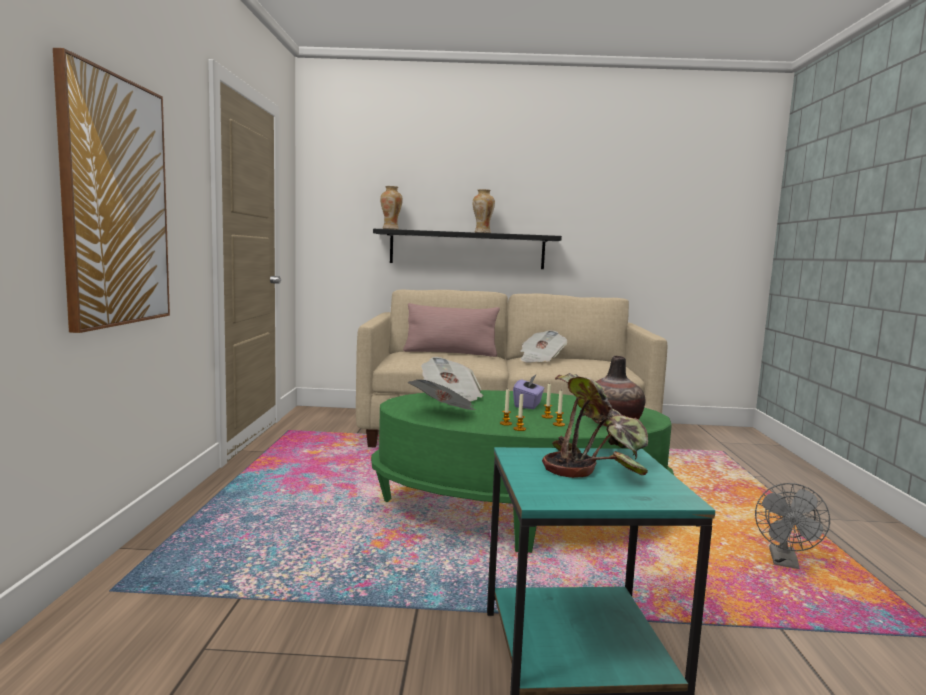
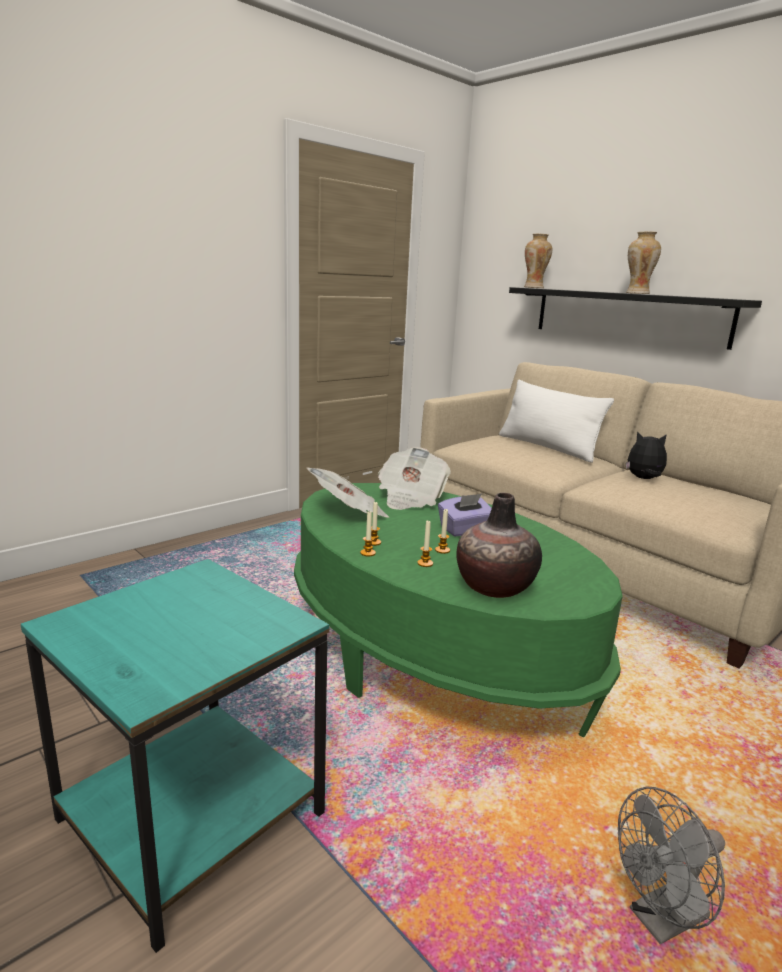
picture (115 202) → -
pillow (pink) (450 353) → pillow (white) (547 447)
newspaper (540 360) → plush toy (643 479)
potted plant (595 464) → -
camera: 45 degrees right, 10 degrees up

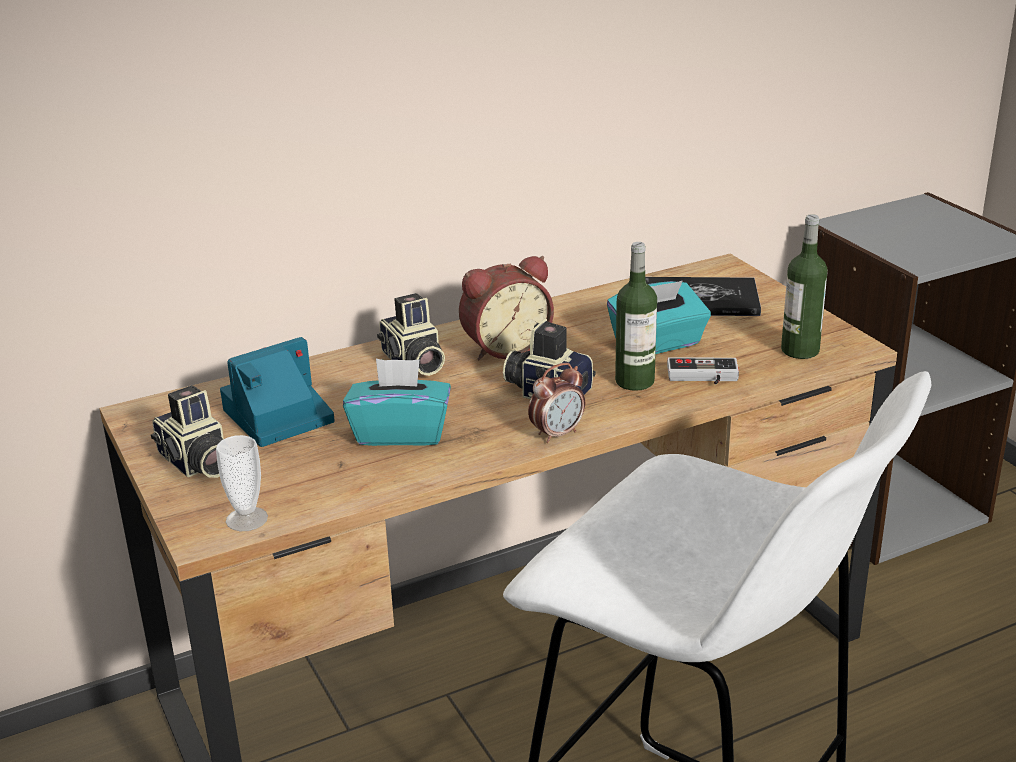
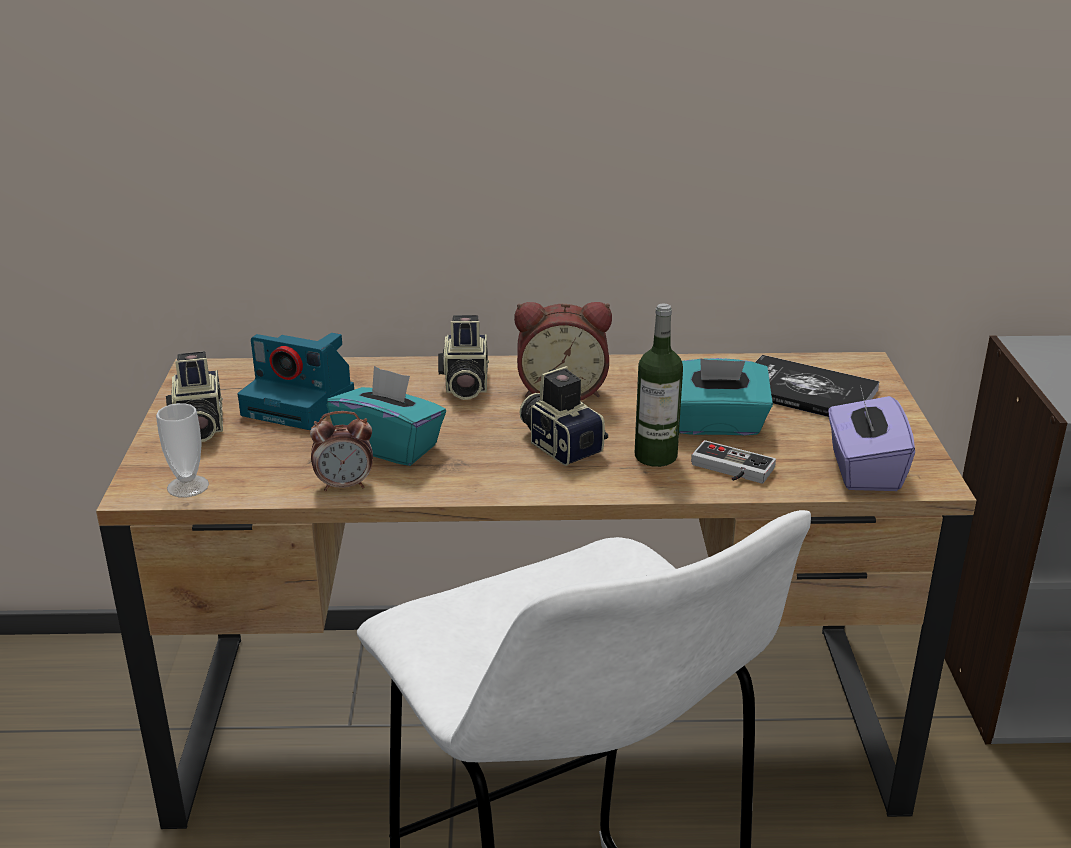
bottle (800 350) → tissue box (purple) (863 470)
photo camera (276 417) → photo camera (301 403), 150 degrees counterclockwise
alarm clock (557 434) → alarm clock (345 485), moved
camera: 25 degrees right, 0 degrees up

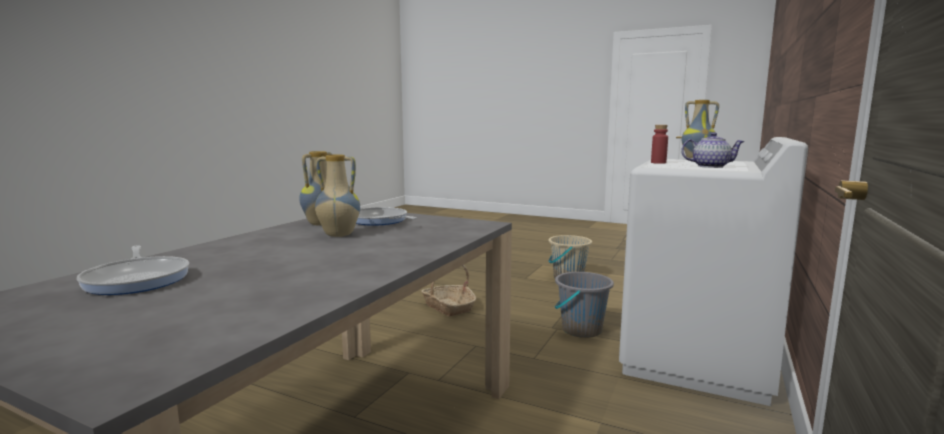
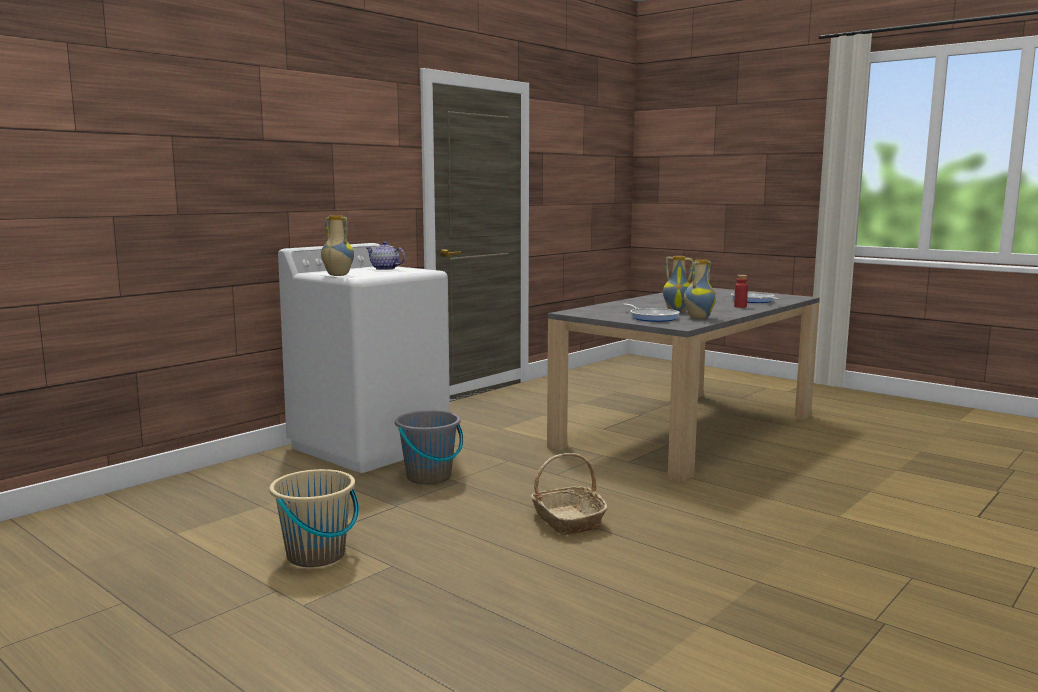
bottle (red) (658 163) → bottle (red) (740 306), moved
camera: 165 degrees left, 0 degrees up

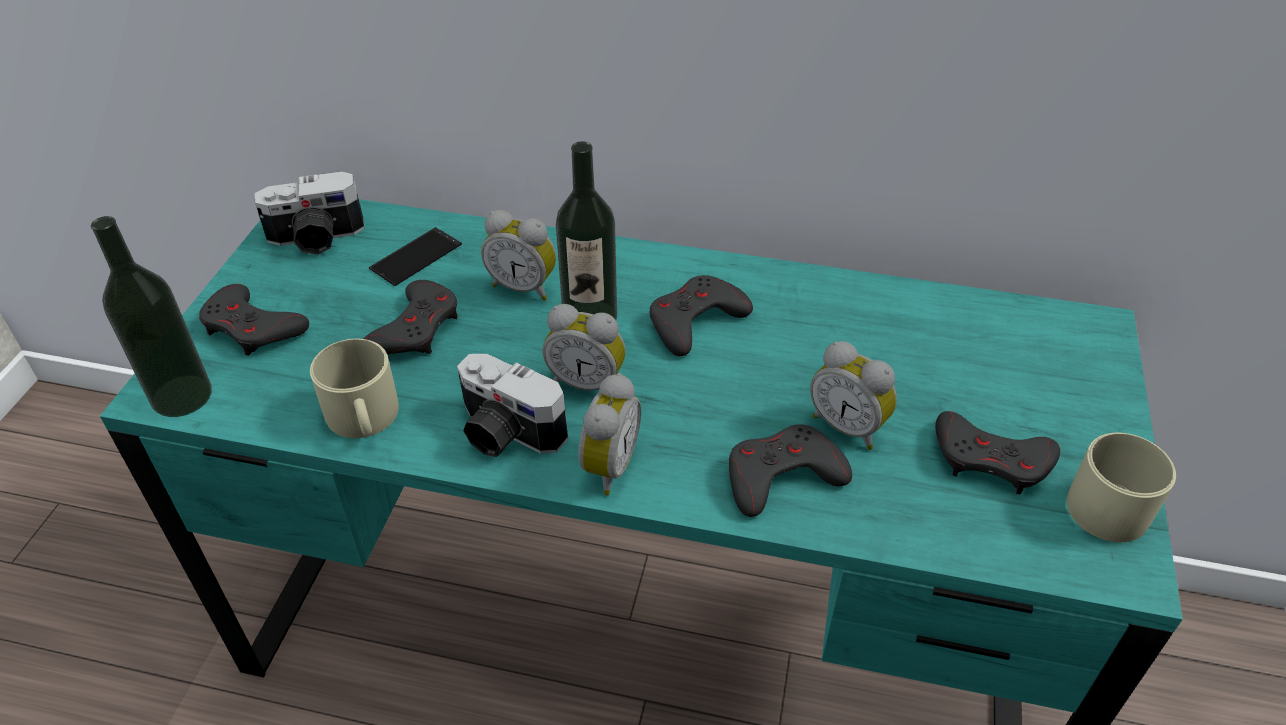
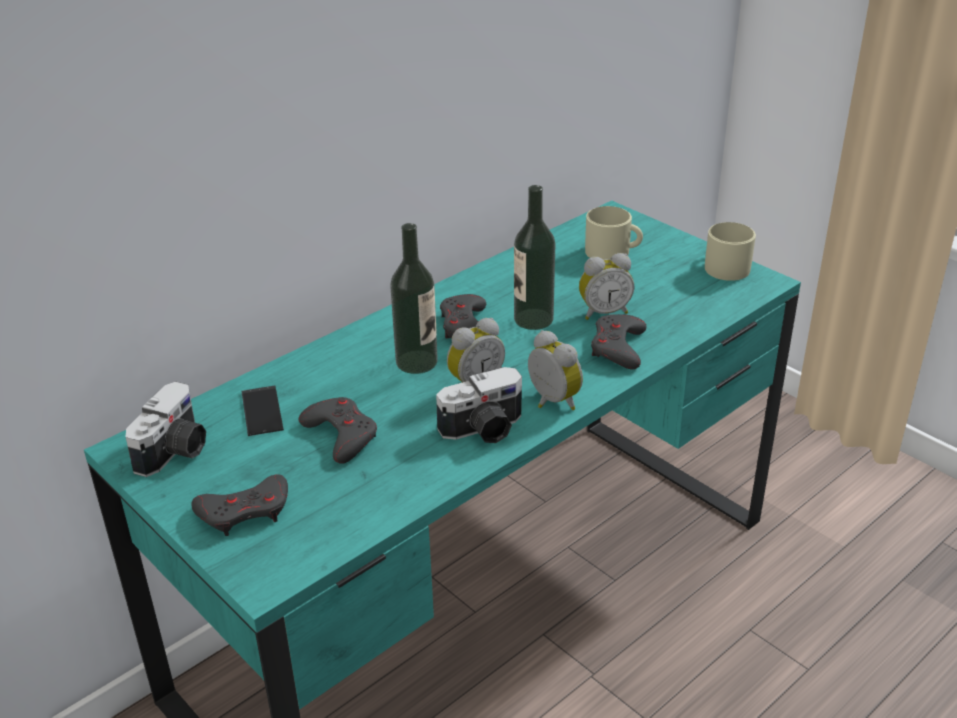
alarm clock (524 286) → -
bottle (181 396) → bottle (533 319), moved
mug (beige) (364 418) → mug (beige) (613 252), moved
game controller (grey) (991 459) → -
camera: 55 degrees left, 10 degrees down

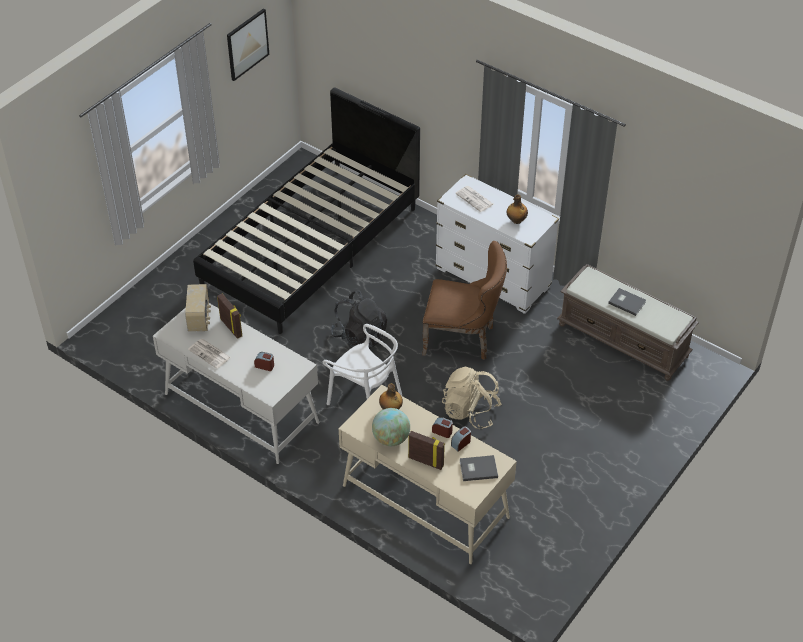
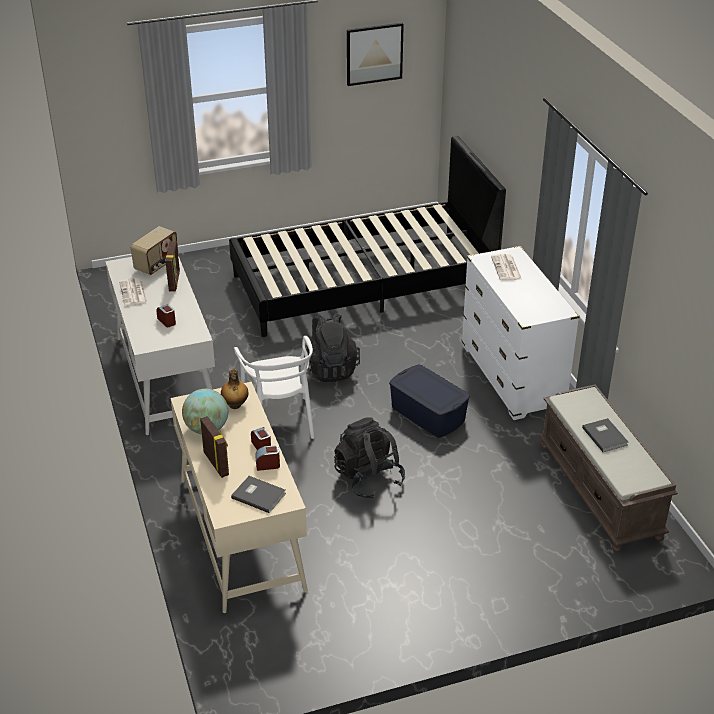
bottle (516 220) → -
chair (brown) (463 339) → storage box (blue) (428 414)
backpack (beige) (470 411) → backpack (black) (368 478)
camera: 35 degrees right, 10 degrees down

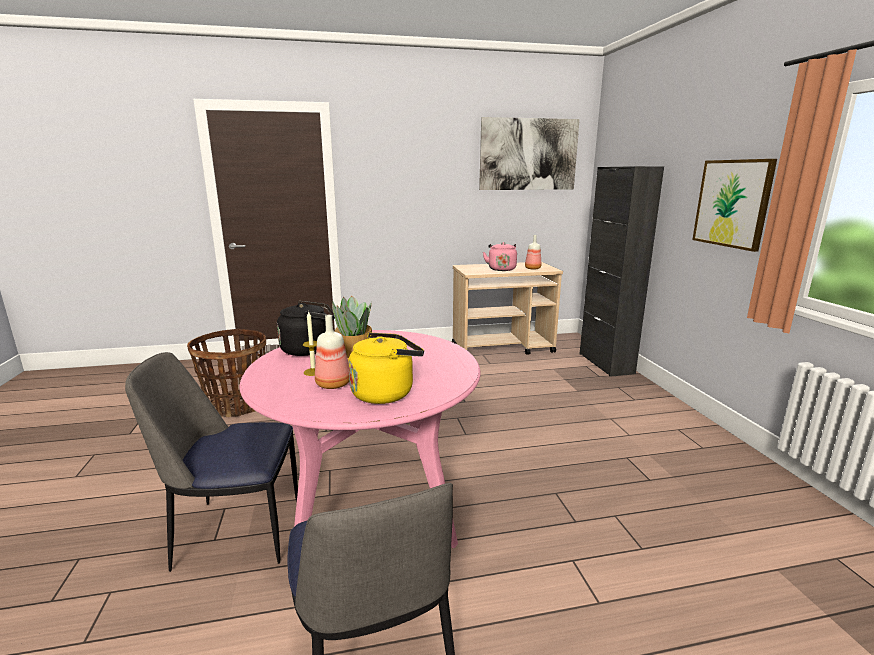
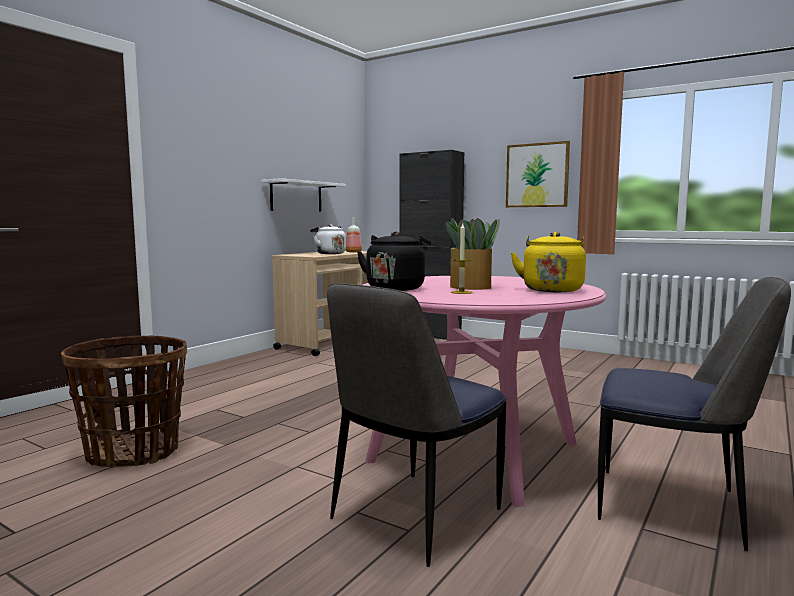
picture (528 154) → -
kettle (pink) (501 269) → kettle (white) (329 253)
bottle (334 384) → -
- → shelf (white) (296 196)
camera: 45 degrees left, 10 degrees down

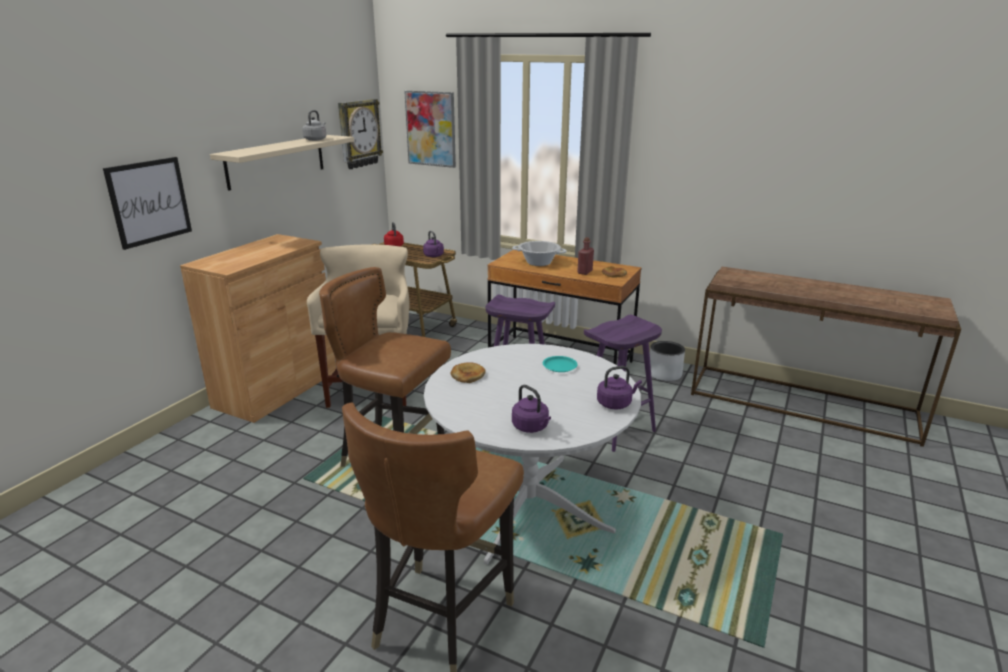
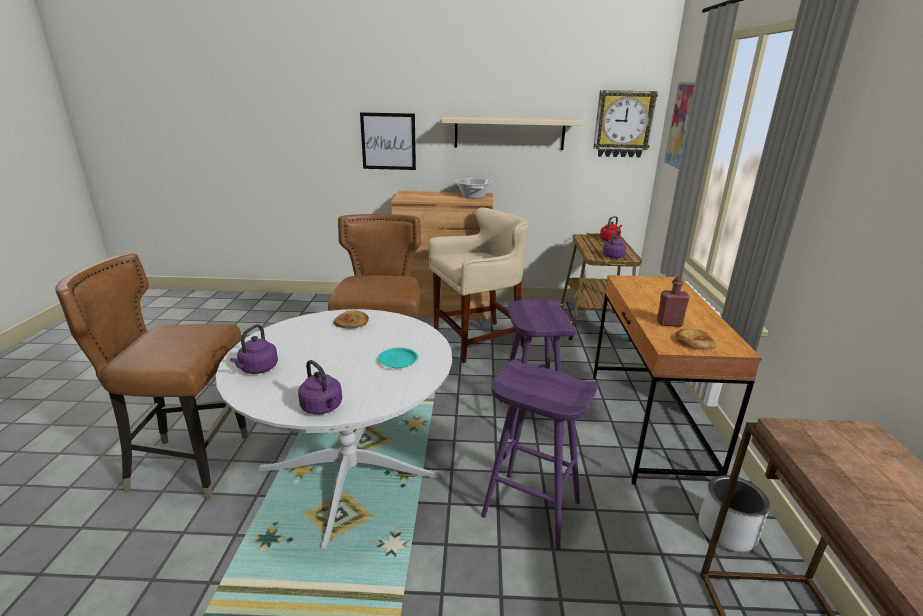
kettle (grey) (316 139) → -
cooking pot (538 262) → cooking pot (473 196), moved
camera: 65 degrees right, 0 degrees up

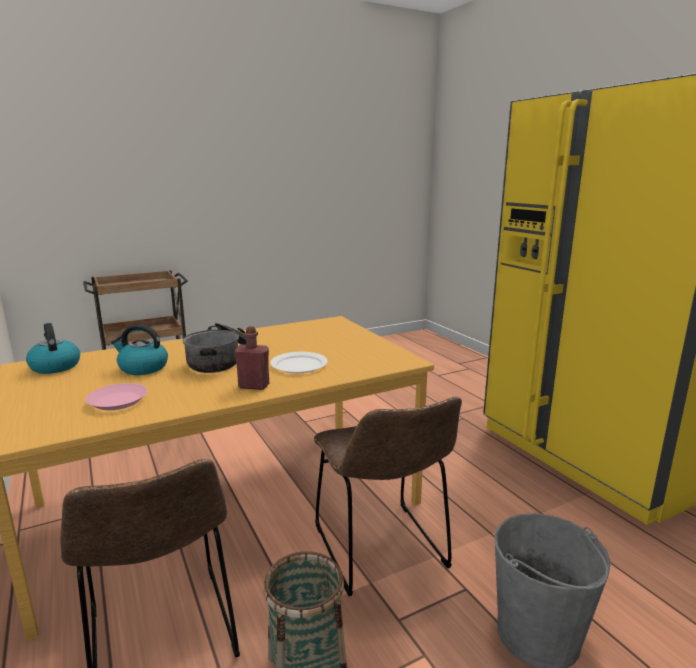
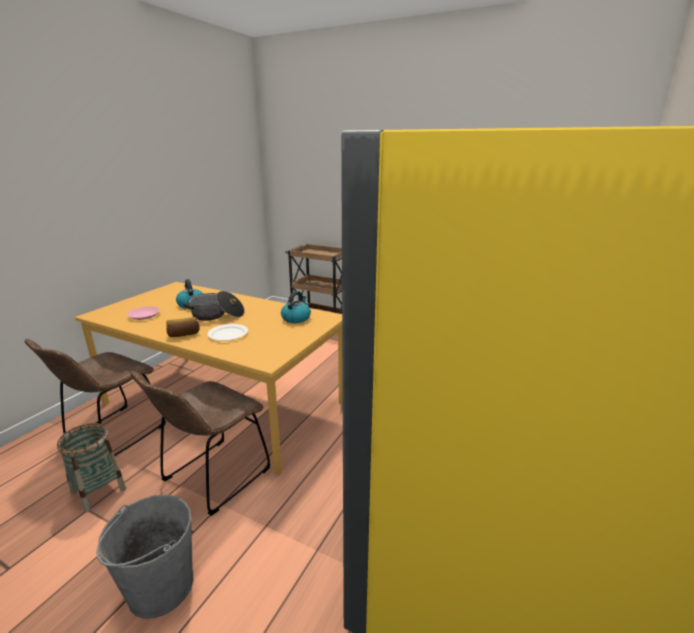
kettle (55 366) → kettle (296 318), moved
bottle (red) (253 386) → bread (184 334)
camera: 55 degrees right, 5 degrees up

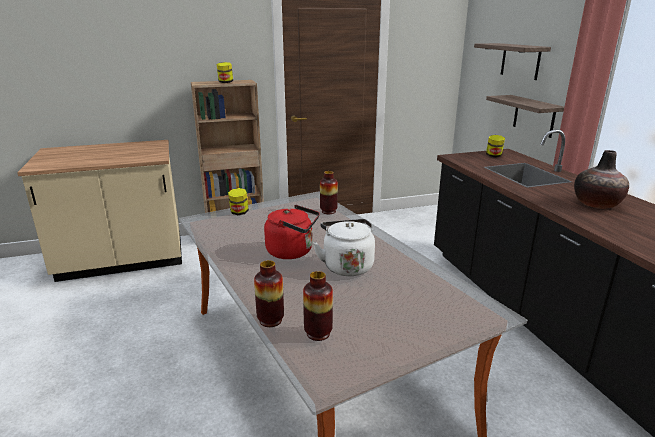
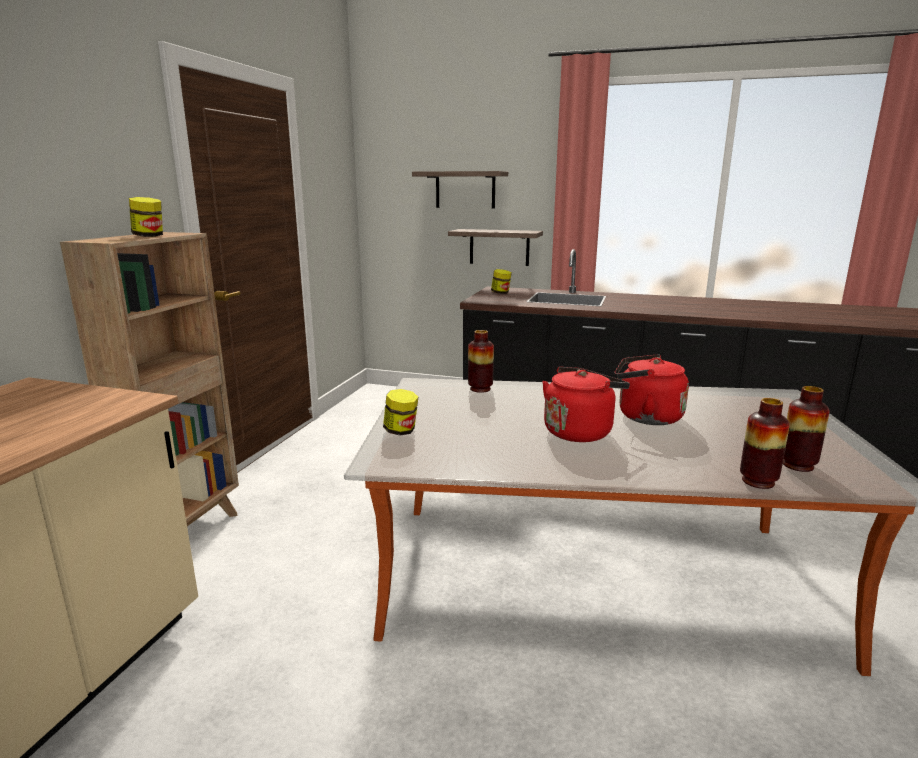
vase (596 204) → -
kettle (white) (347 265) → kettle (red) (645 417)
camera: 55 degrees left, 5 degrees down

